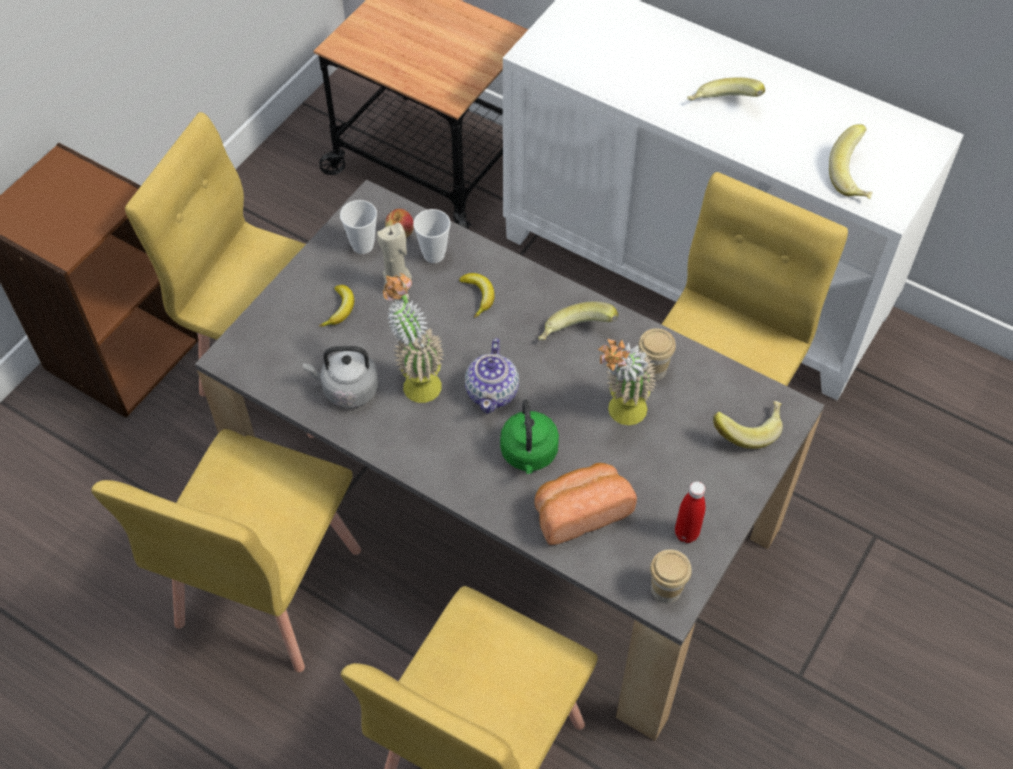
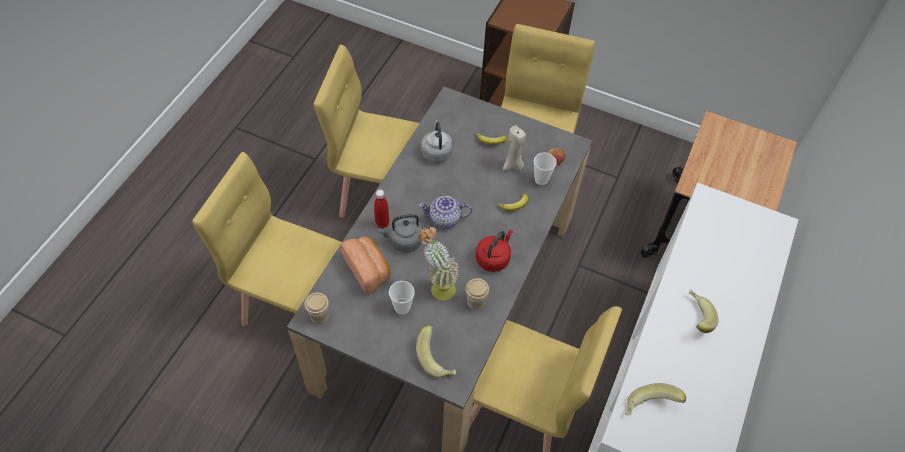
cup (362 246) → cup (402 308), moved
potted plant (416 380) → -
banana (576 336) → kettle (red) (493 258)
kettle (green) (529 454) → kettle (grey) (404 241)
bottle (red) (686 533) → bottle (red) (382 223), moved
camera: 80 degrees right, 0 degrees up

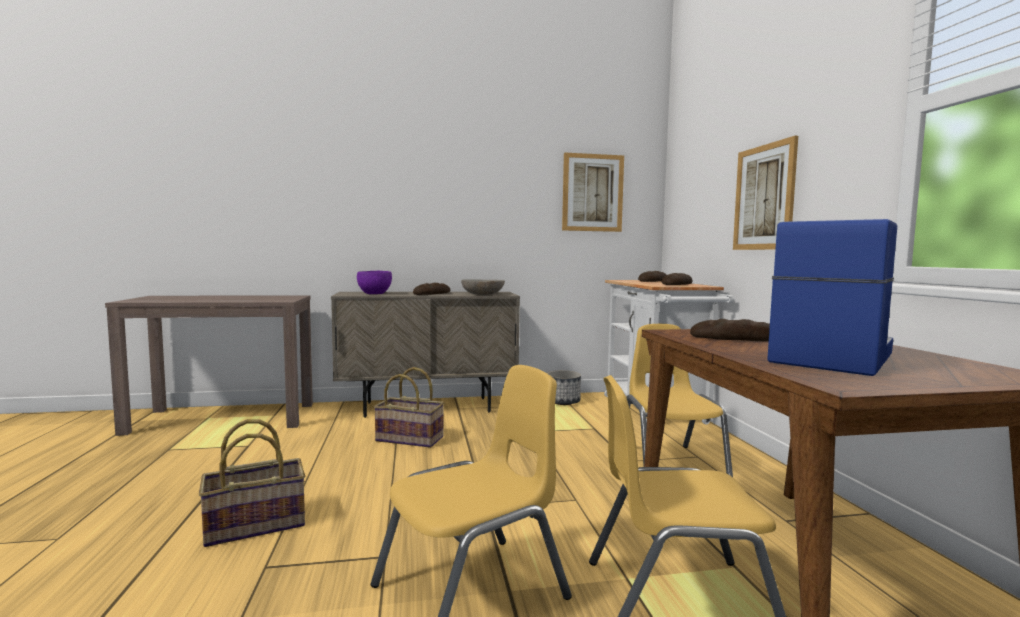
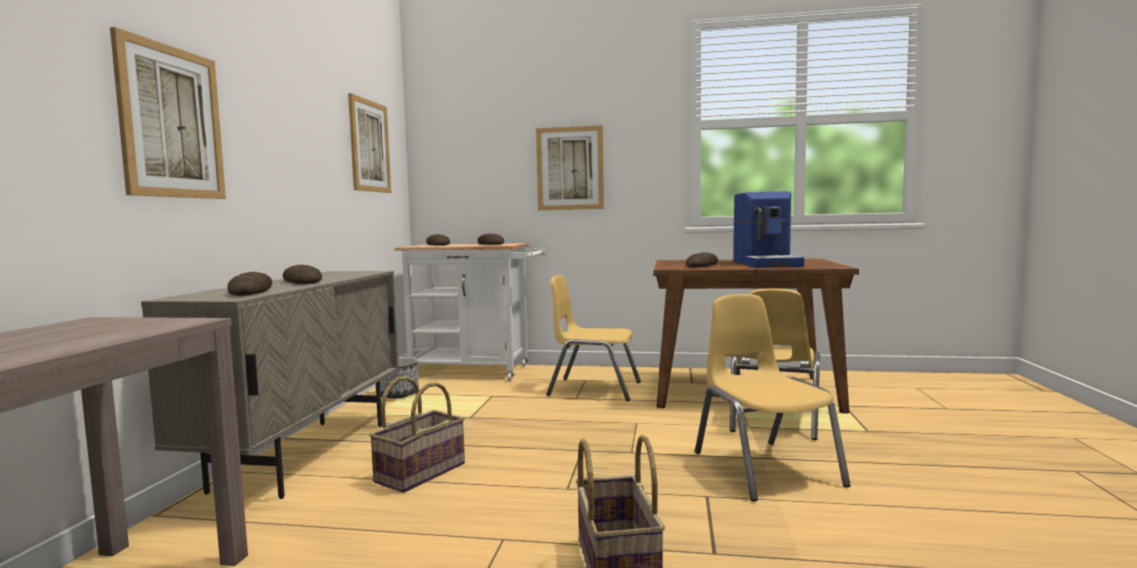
coffee machine (829 357) → coffee machine (767 264), 150 degrees counterclockwise
bowl (purple) (374 294) → bread (251 291)
bowl (grey) (483 294) → -
- → picture (171 122)
camera: 70 degrees left, 0 degrees up

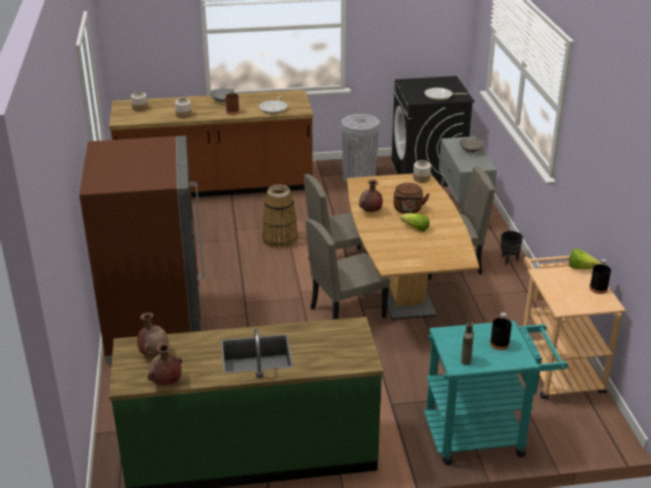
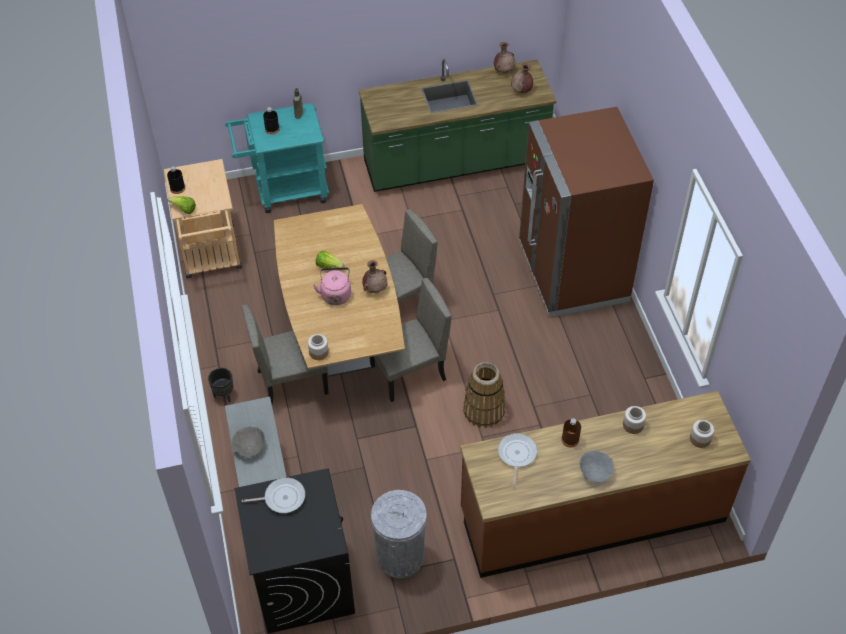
kettle (brown) (408 210) → kettle (pink) (335 294)
camera: 175 degrees right, 20 degrees up

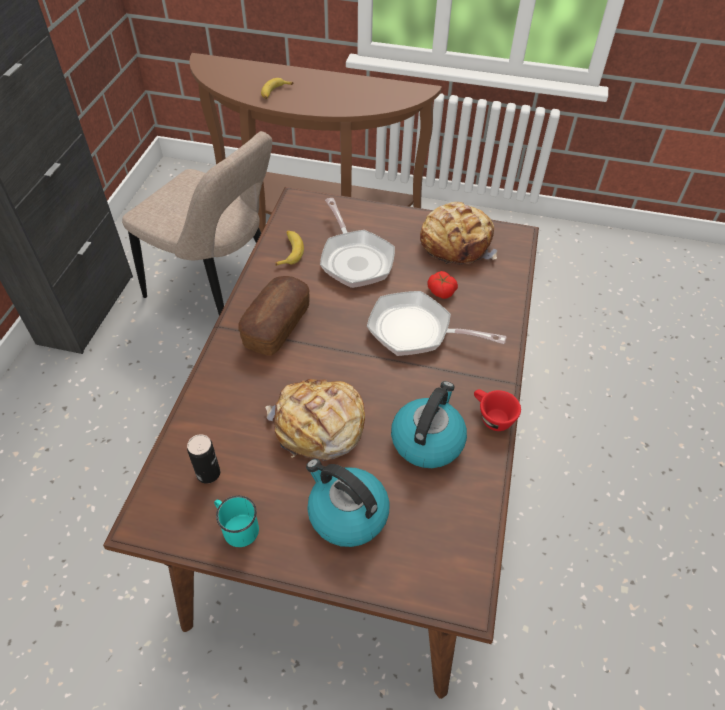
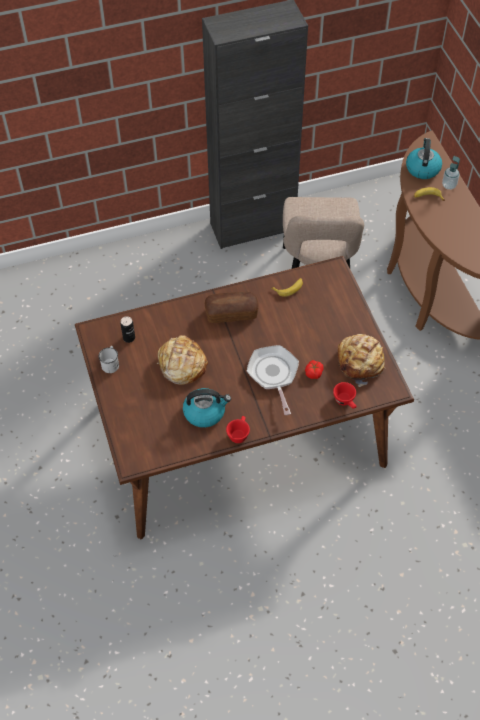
frying pan (355 259) → -
kettle (346 514) → kettle (422 168), moved
mug (turquoise) (236 527) → mug (white) (111 363)
- → soap dispenser (449 185)
- → cup (red) (345 401)
camera: 60 degrees right, 5 degrees up

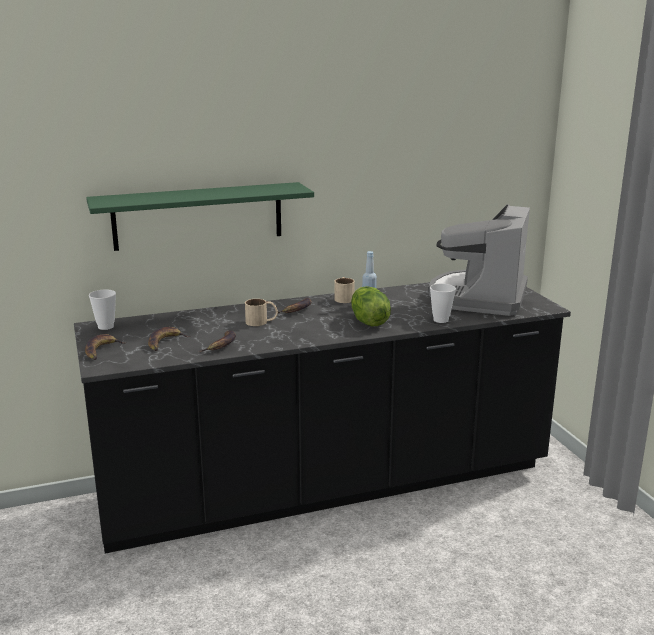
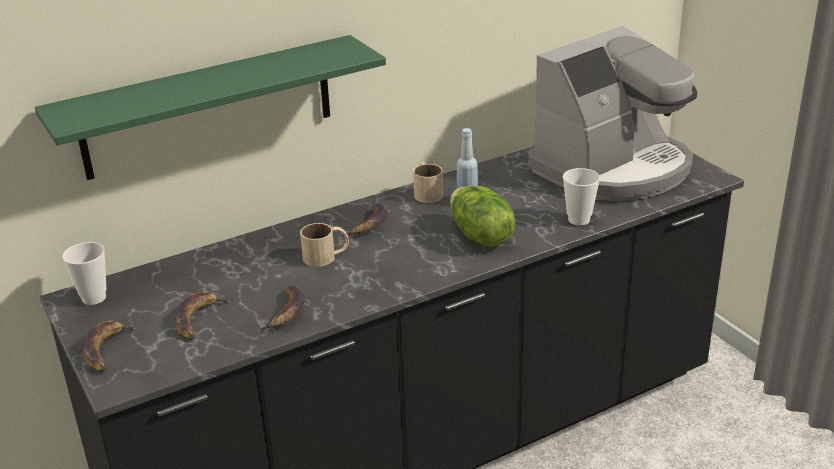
coffee machine (479 297) → coffee machine (613 169), 135 degrees counterclockwise
camera: 10 degrees left, 10 degrees up

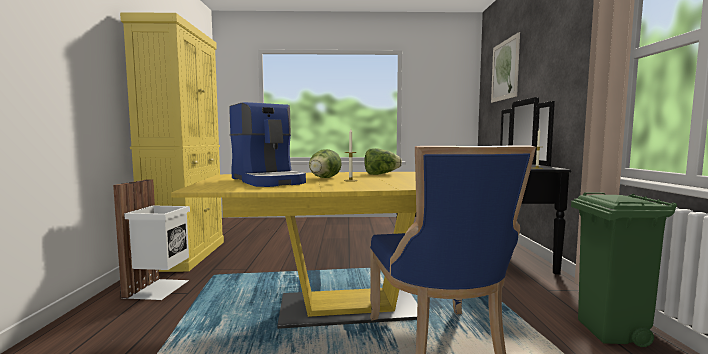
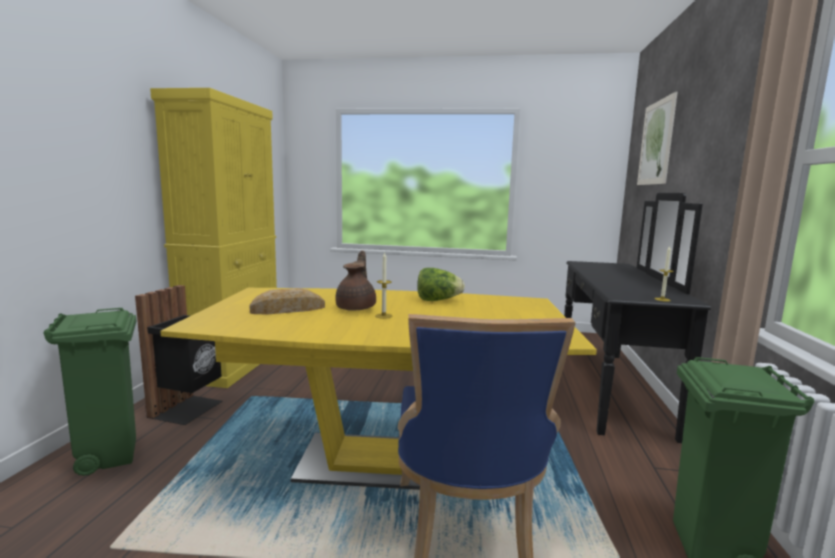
coffee machine (268 181) → bread (288 309)
lettuce (324 178) → teapot (brown) (357 308)
trash can (white) (160 288) → trash can (black) (189 409)
- → trash can (green) (109 456)
camera: 10 degrees right, 5 degrees up

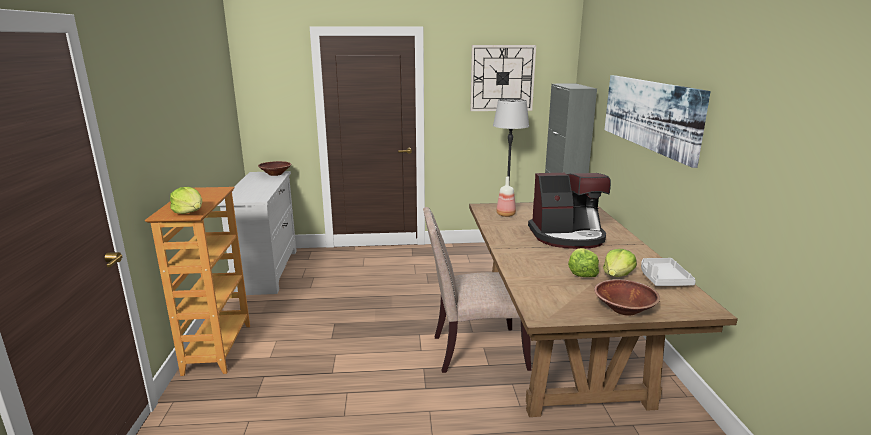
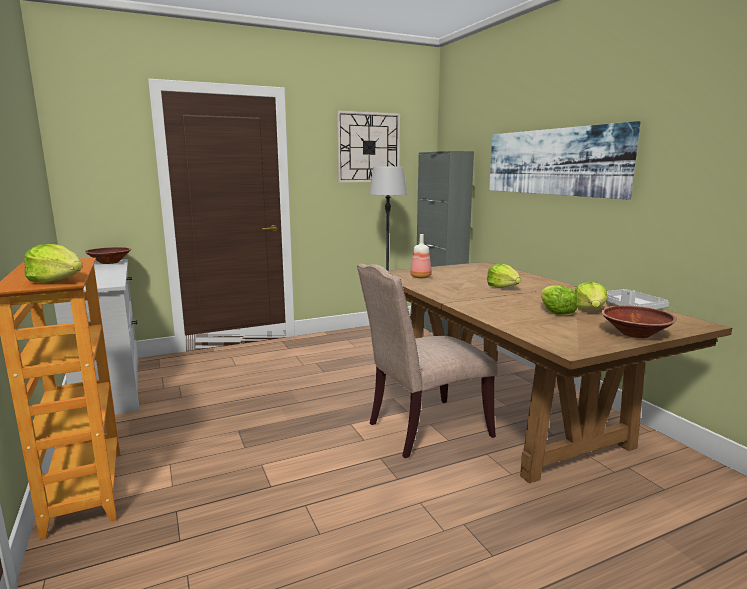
coffee machine (567 236) → lettuce (503 287)
camera: 20 degrees left, 5 degrees down

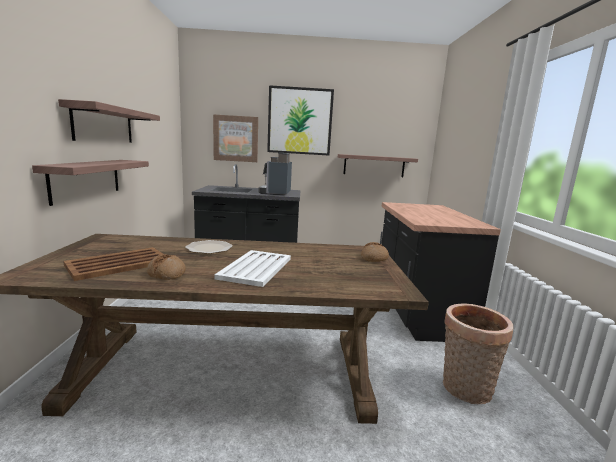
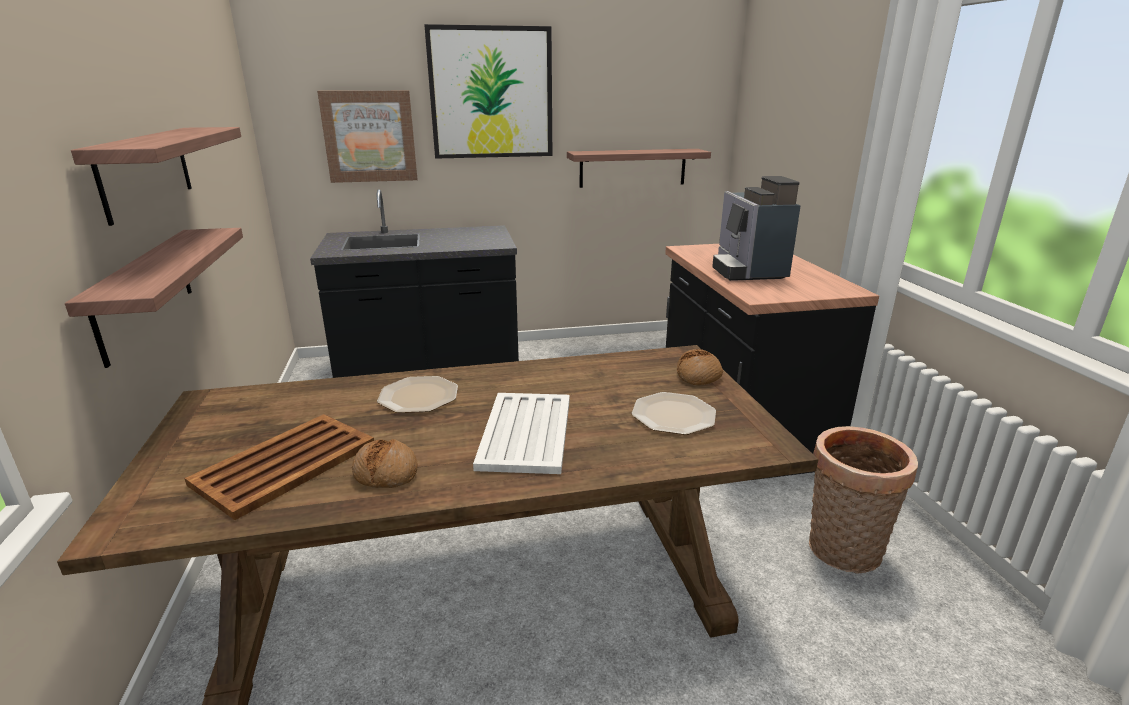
coffee machine (276 193) → coffee machine (747 271), moved
- → plate (672 415)
camera: 10 degrees left, 10 degrees up

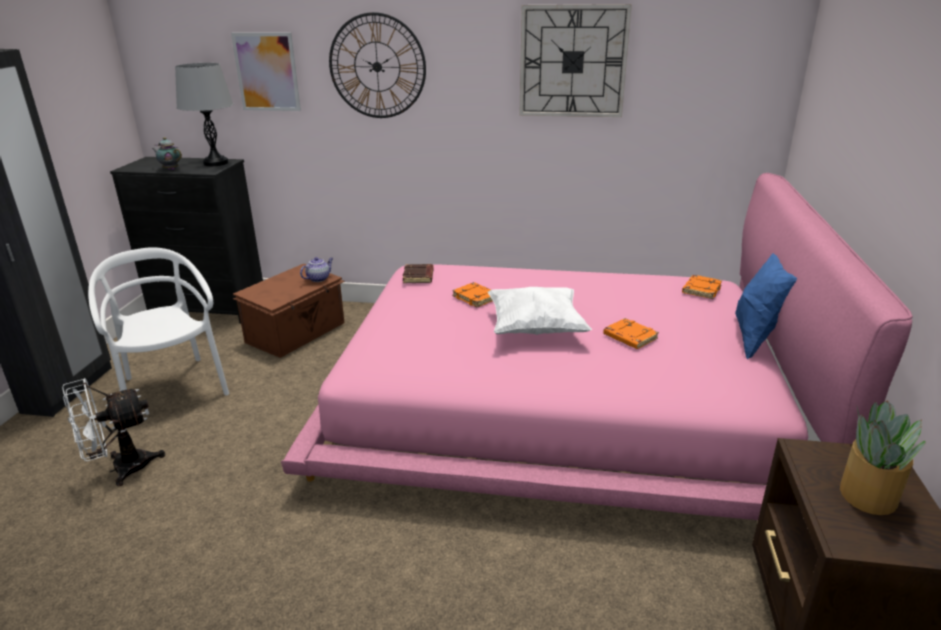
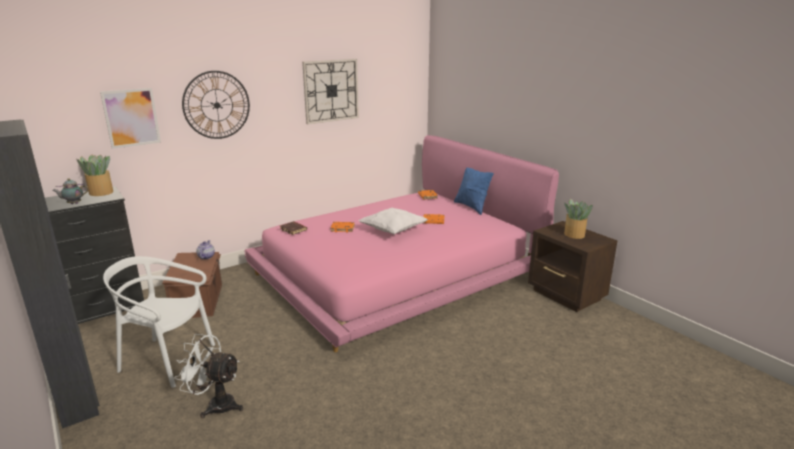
table lamp (grey) (216 163) → potted plant (100 192)
fan (white) (121 469) → fan (white) (215 405), 90 degrees clockwise
camera: 45 degrees left, 5 degrees down

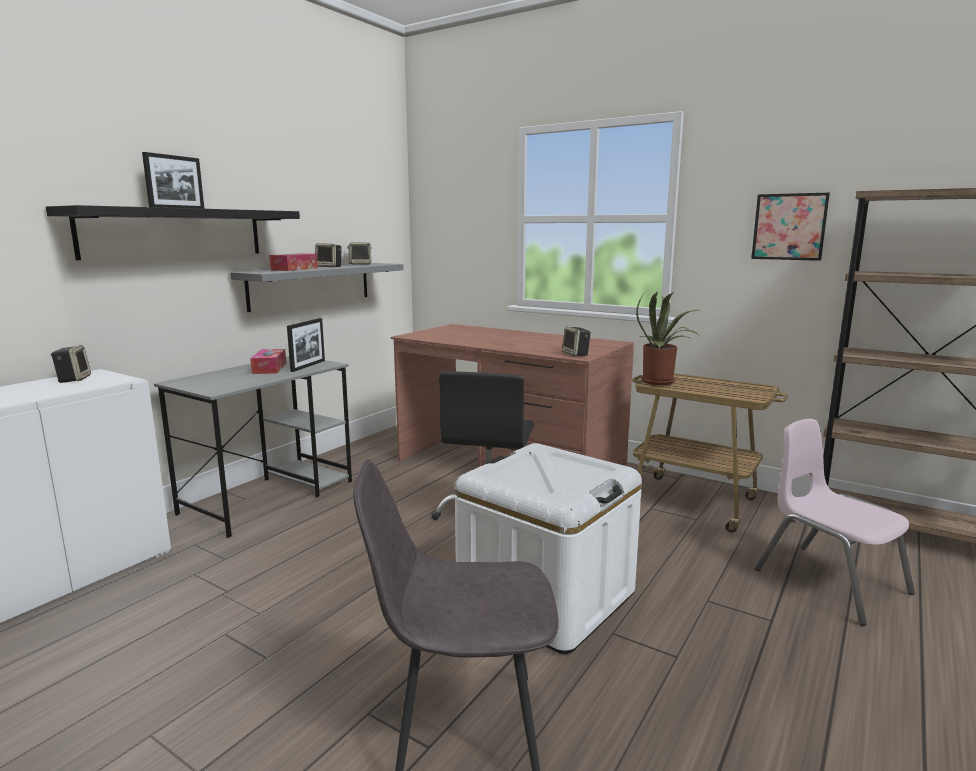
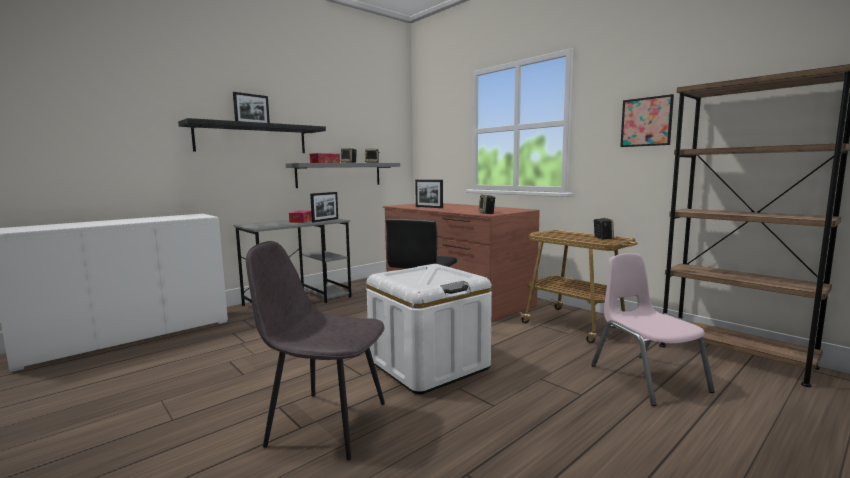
potted plant (661 382) → -
speaker (73 379) → speaker (602 238), moved
- → picture frame (429 207)
camera: 15 degrees right, 5 degrees down

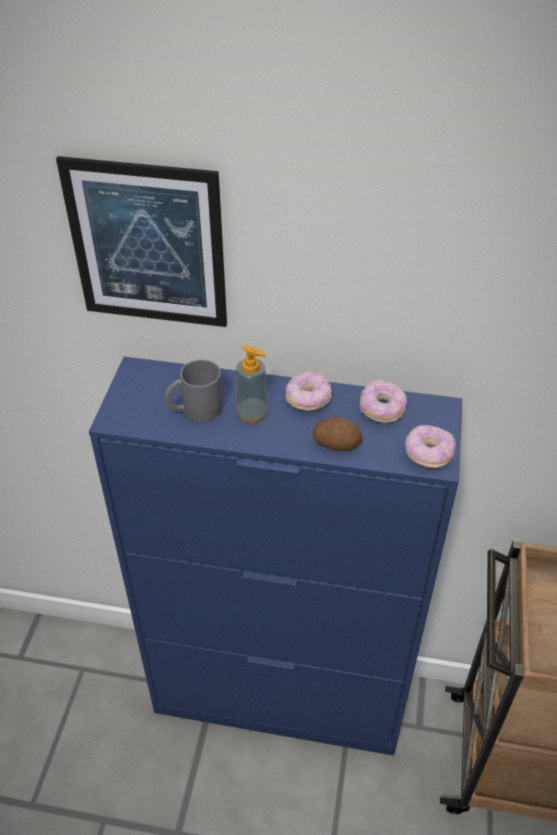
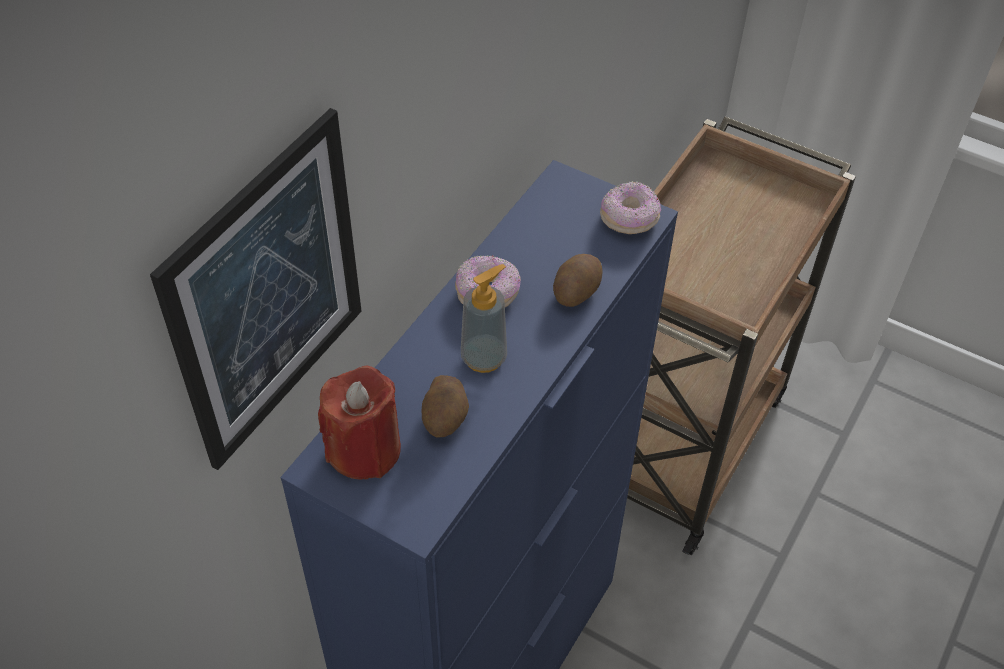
mug (grey) (195 410) → potato (445 418)
donut (381 409) → -
- → candle (red) (364 449)
camera: 70 degrees left, 5 degrees up

